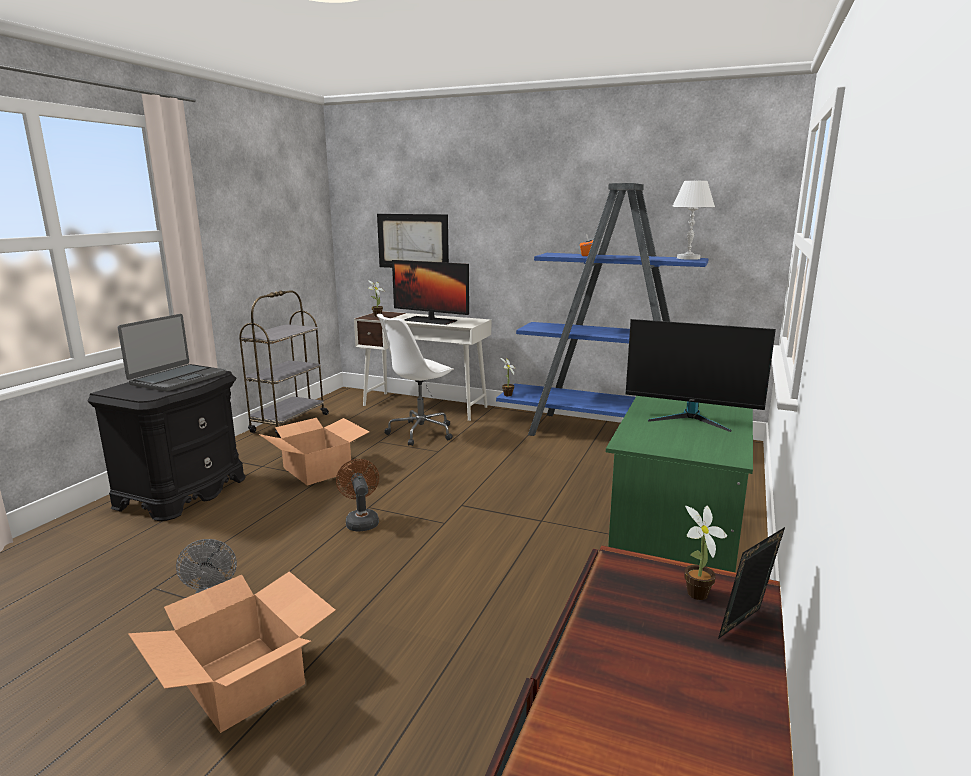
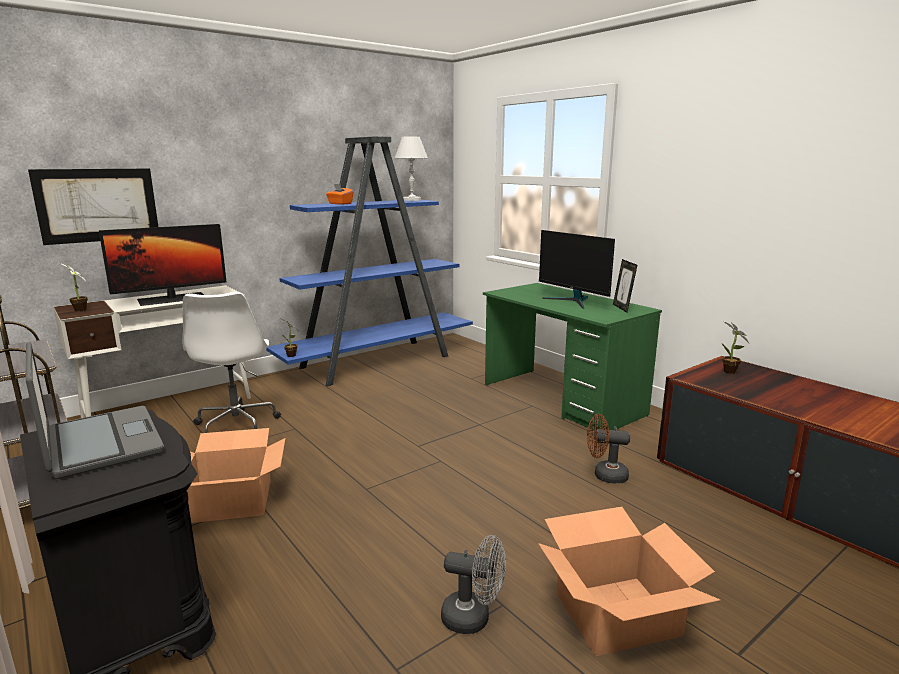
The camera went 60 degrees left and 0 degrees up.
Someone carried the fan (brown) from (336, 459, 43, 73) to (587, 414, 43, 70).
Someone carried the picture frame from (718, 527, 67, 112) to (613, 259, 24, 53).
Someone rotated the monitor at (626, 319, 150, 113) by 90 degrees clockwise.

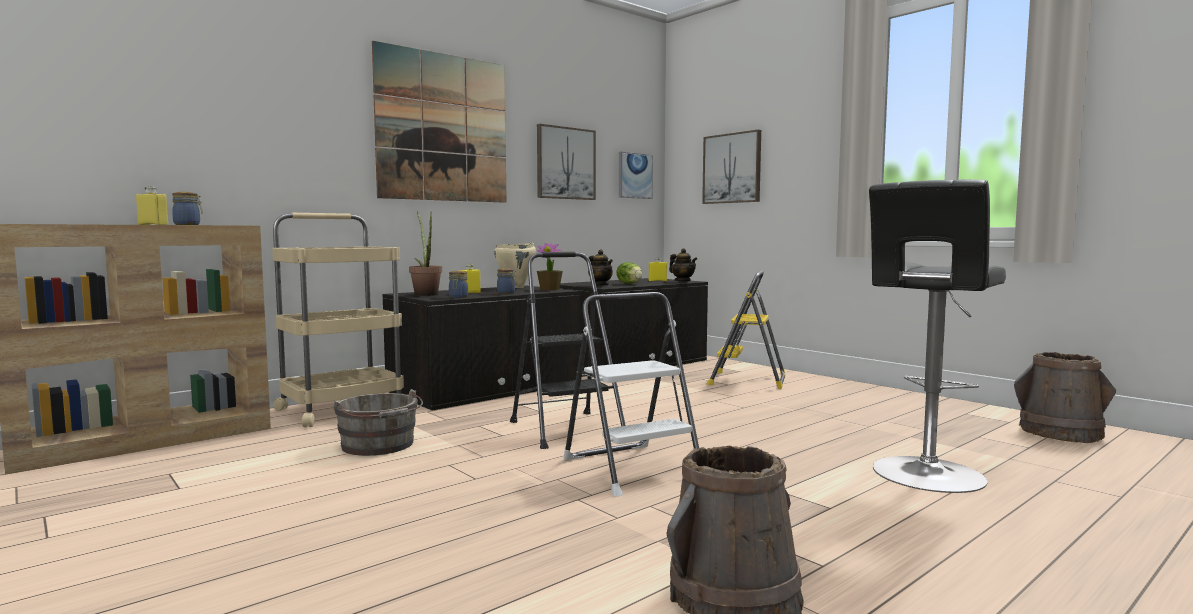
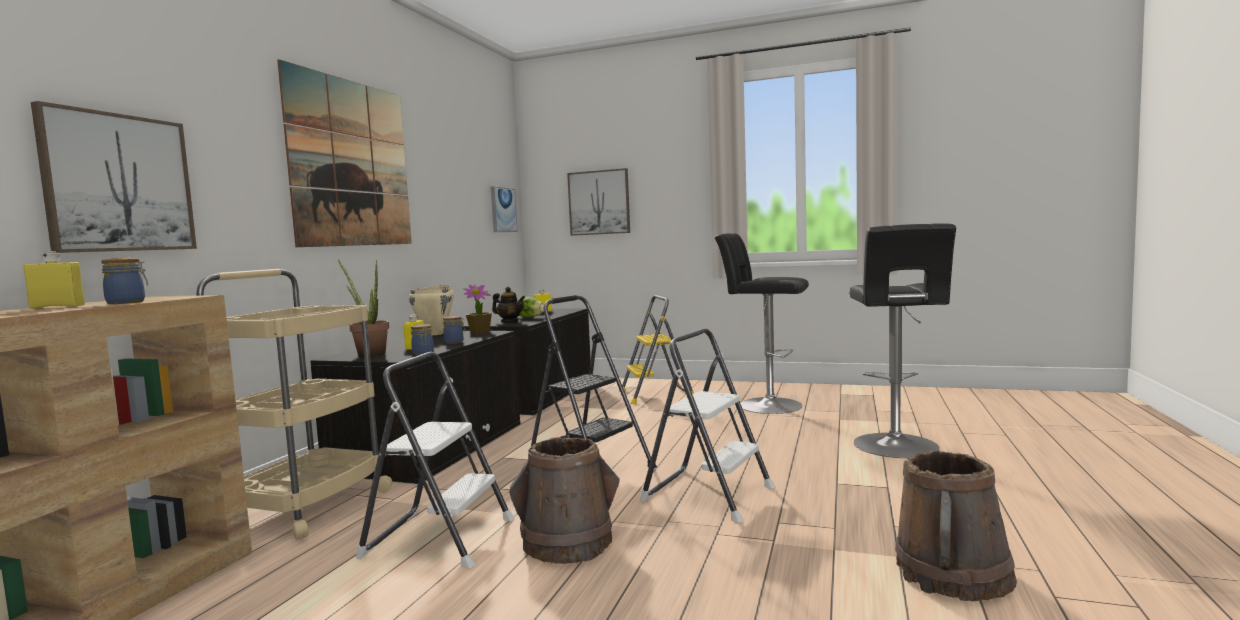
The camera went 30 degrees left and 0 degrees up.
Someone took away the teapot at (669, 248, 28, 34).
Someone put down the stool (black) at (715, 233, 94, 181).
Someone carried the picture from (537, 124, 59, 76) to (31, 101, 166, 152).
Someone carried the bucket (brown) from (1014, 352, 102, 91) to (509, 437, 111, 127).
Someone swapped the bucket (grey) at (334, 389, 89, 67) for the step ladder (white) at (356, 352, 159, 216).

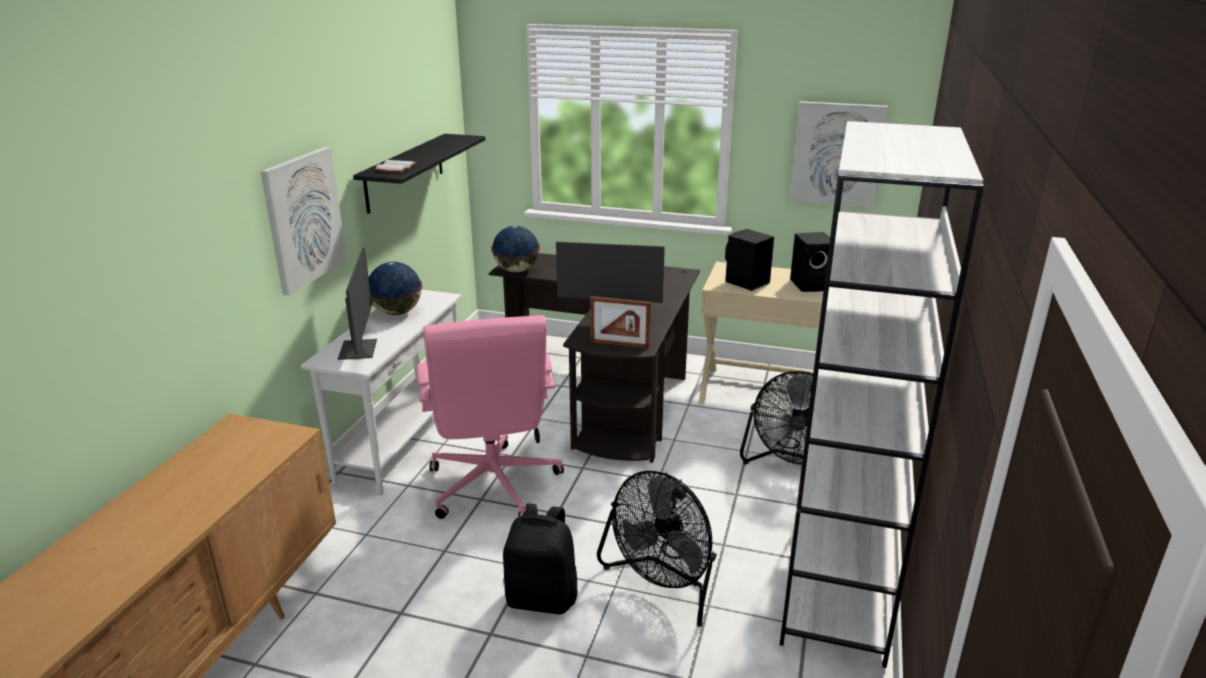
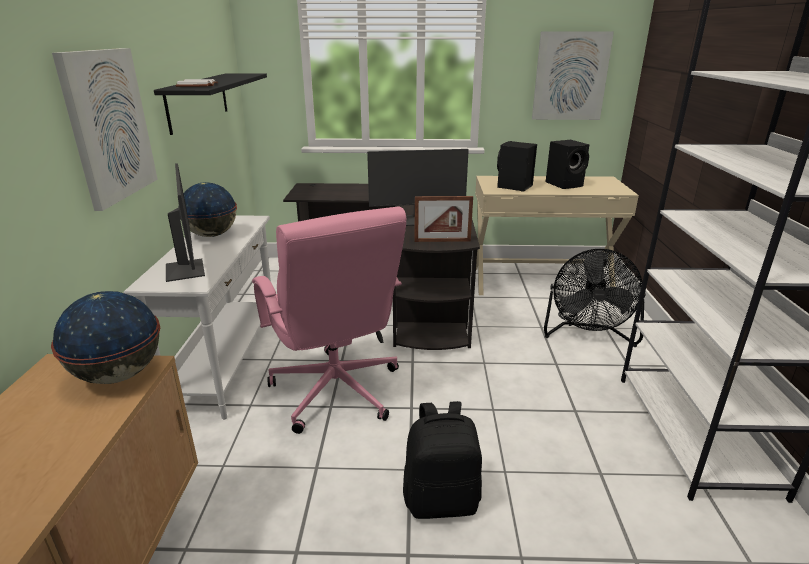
The camera went 15 degrees left and 0 degrees up.
Someone took away the fan (black) at (597, 471, 120, 156).
Someone carried the globe from (491, 226, 49, 46) to (51, 291, 109, 93).

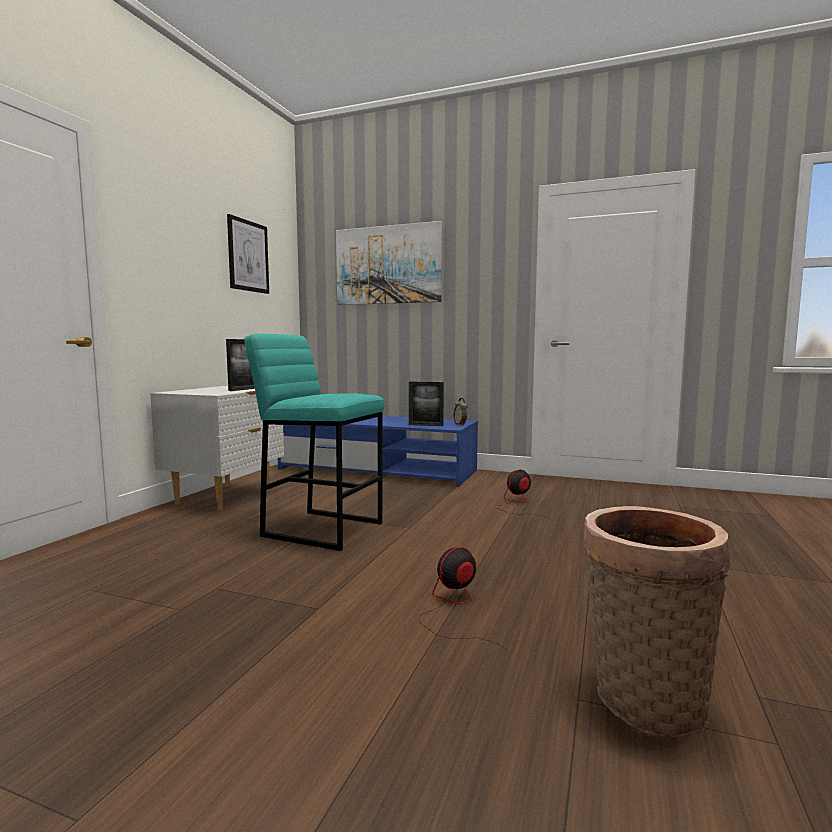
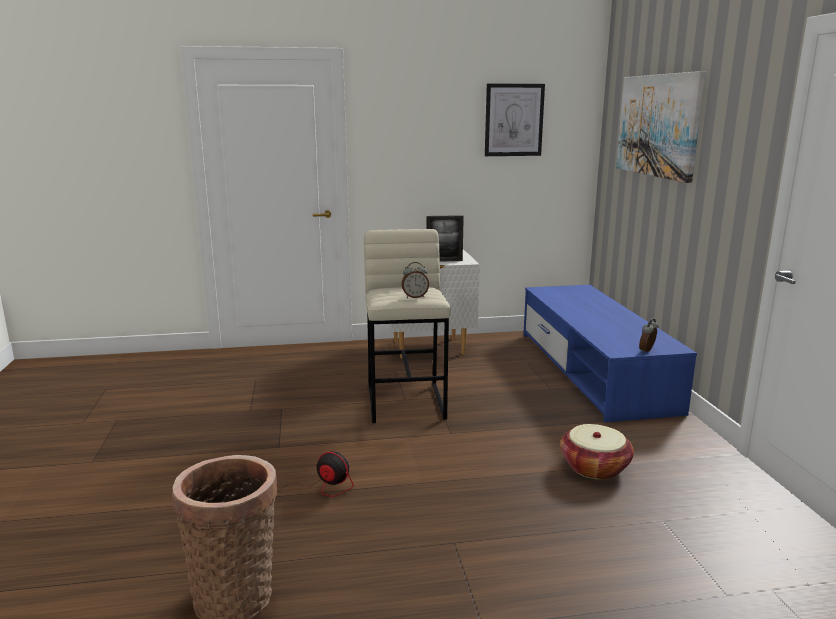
The camera went 60 degrees right and 10 degrees up.
Someone took away the picture frame at (409, 382, 35, 44).
Someone put down the alarm clock at (402, 262, 27, 36).
Someone swapped the fan at (497, 469, 53, 50) for the basket at (560, 424, 74, 55).
Someone repainted the stool (turquoise) at (244, 334, 140, 217), which became the stool (beige) at (364, 229, 87, 194).

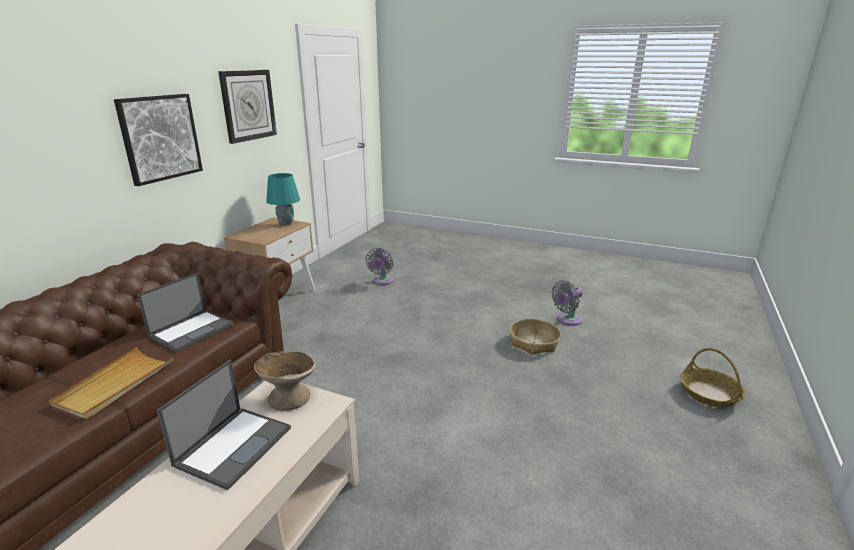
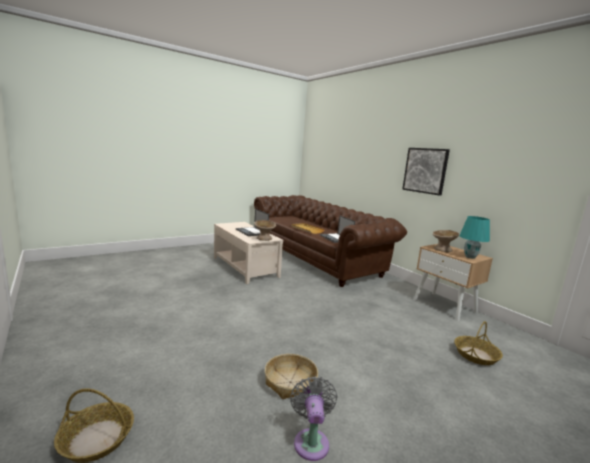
The camera went 120 degrees right and 10 degrees down.
Someone took away the wall clock at (218, 70, 59, 74).
Someone put down the bowl (beige) at (433, 230, 26, 22).
Someone swapped the fan (grey) at (366, 248, 28, 37) for the basket at (454, 321, 49, 44).

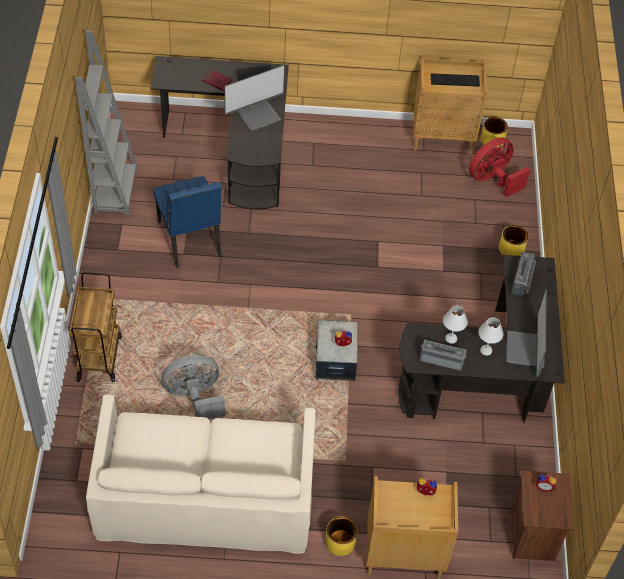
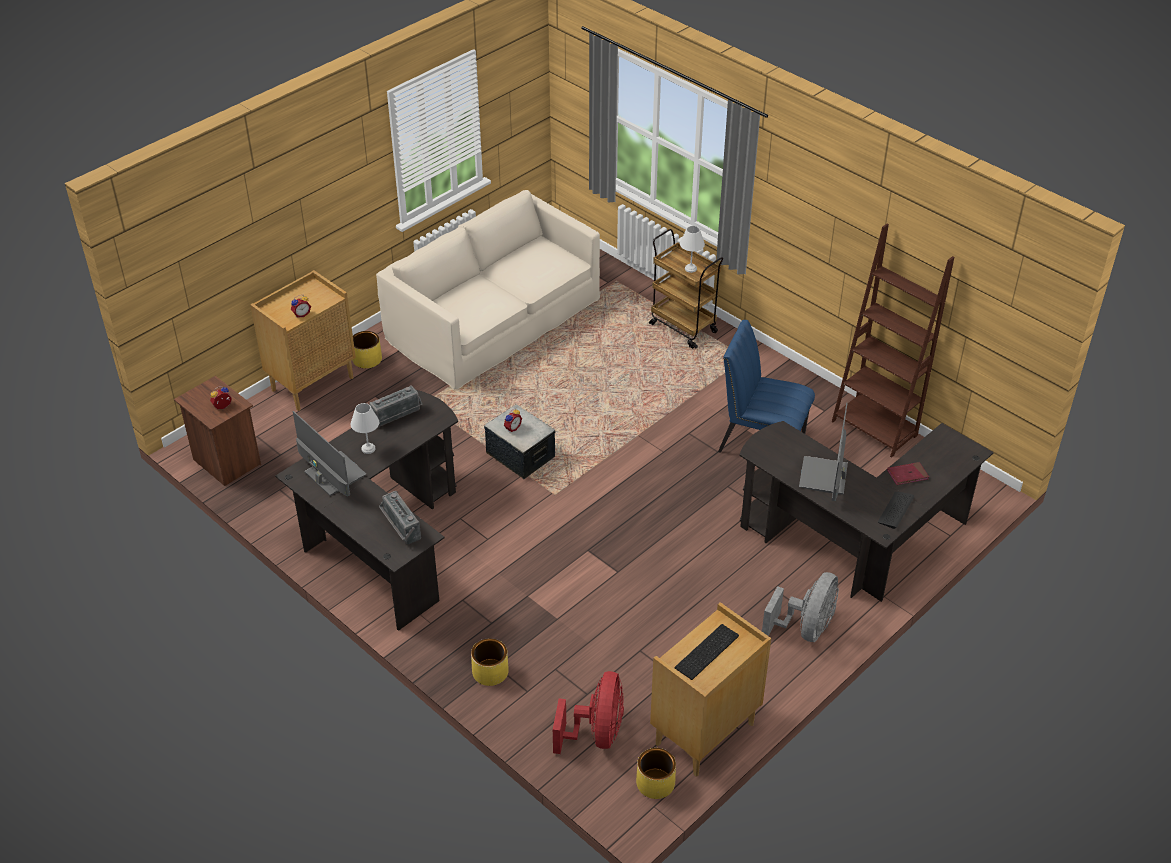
The camera went 135 degrees right and 10 degrees down.
Someone carried the fan (grey) from (161, 355, 64, 64) to (762, 572, 77, 70).
Someone carried the table lamp (white) from (443, 305, 25, 39) to (680, 226, 25, 47).
Someone repainted the bookcase (grey) at (75, 31, 63, 184), which became the bookcase (brown) at (832, 223, 122, 235).

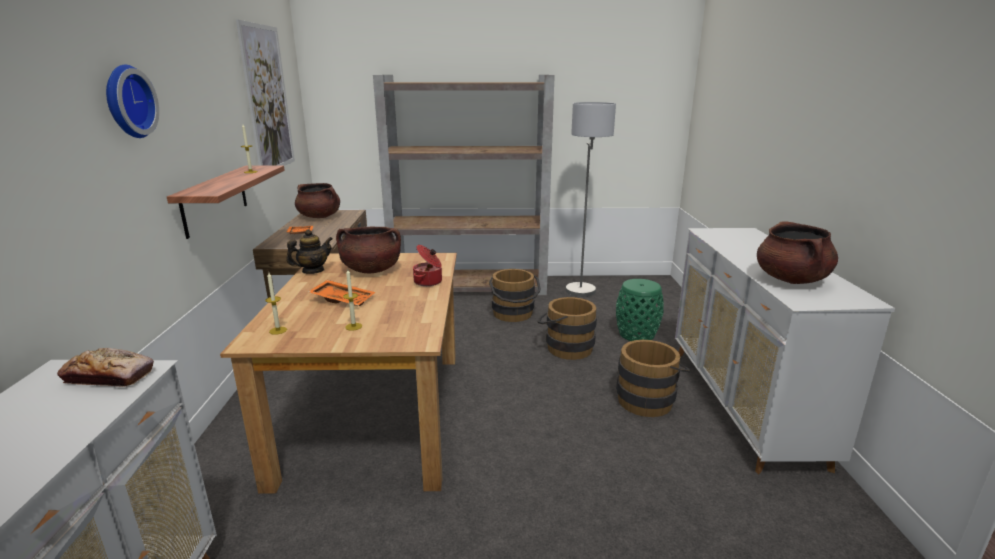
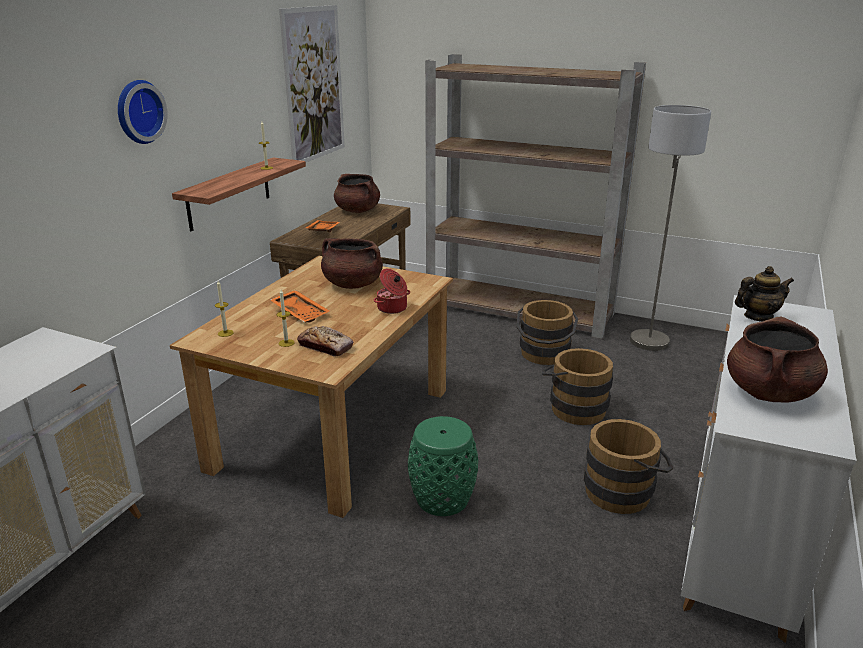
The camera went 25 degrees right and 5 degrees up.
Someone carried the bread from (57, 348, 97, 39) to (297, 326, 56, 30).
Someone carried the teapot from (286, 229, 46, 45) to (735, 266, 59, 55).
Someone carried the stool (green) from (616, 279, 48, 62) to (408, 416, 70, 100).

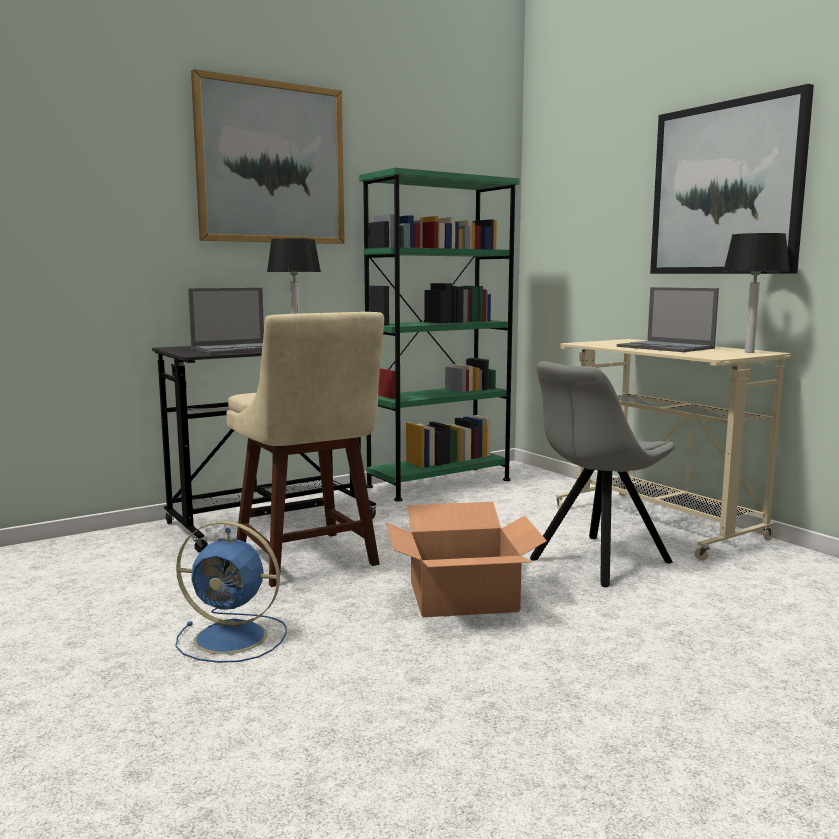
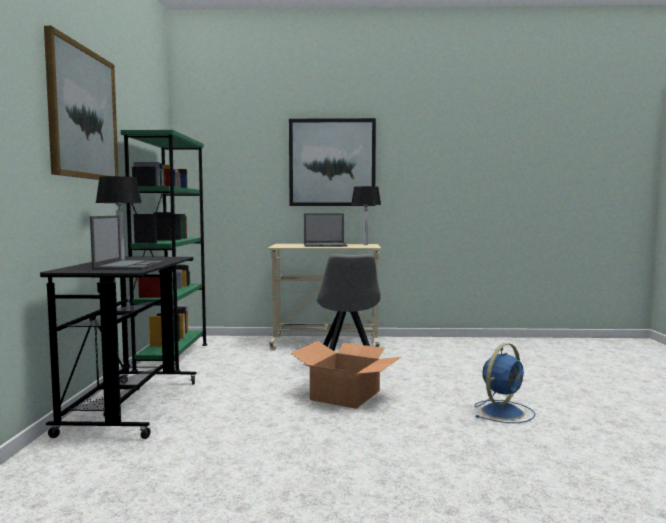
The camera went 55 degrees left and 5 degrees down.
Someone took away the stool (beige) at (226, 312, 158, 275).
Someone carried the fan (blue) from (175, 521, 112, 142) to (474, 343, 61, 80).

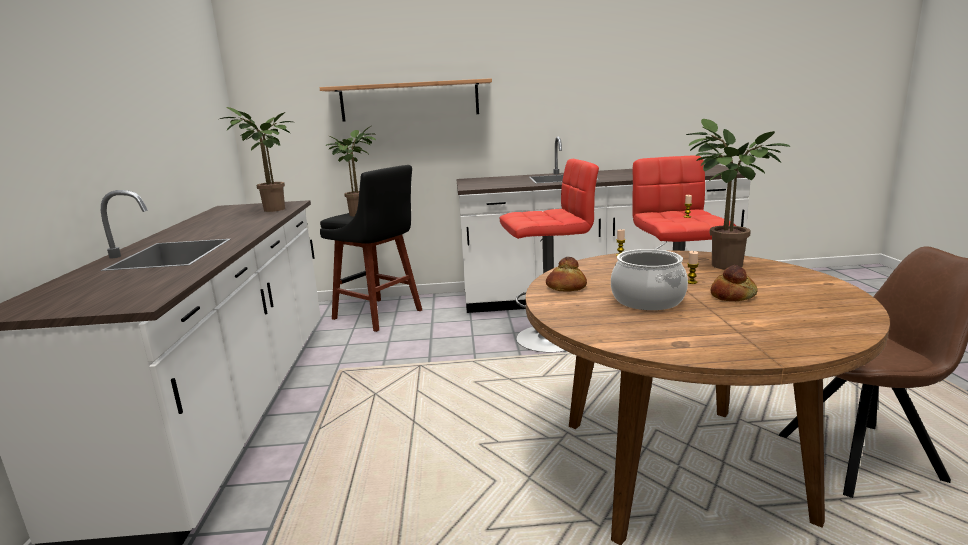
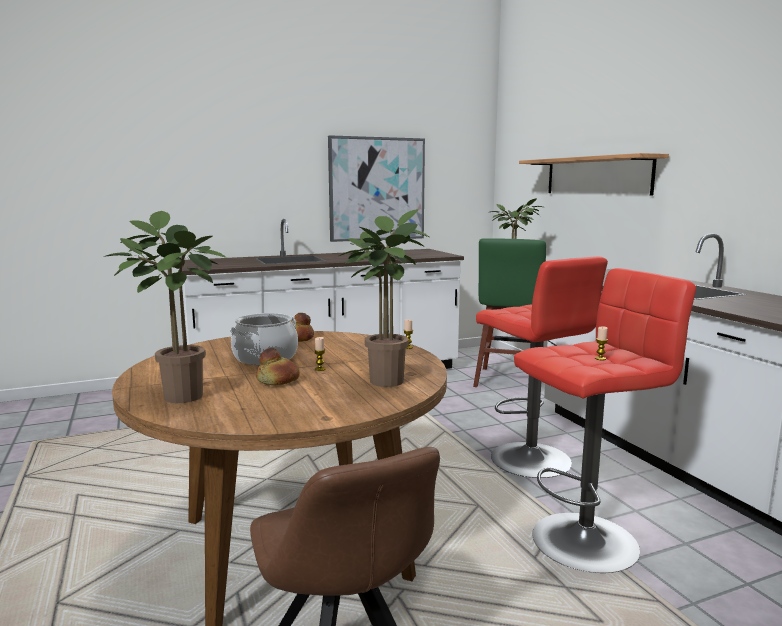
The camera went 70 degrees right and 5 degrees down.
Someone put up the picture at (328, 135, 97, 107).
Someone carried the potted plant from (220, 107, 72, 105) to (103, 211, 124, 192).
Someone repainted the stool (black) at (320, 165, 102, 167), which became the stool (green) at (473, 238, 73, 149).

